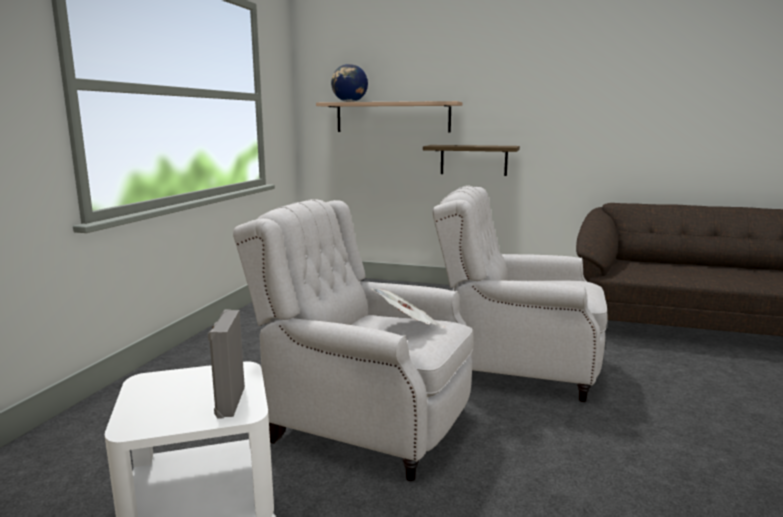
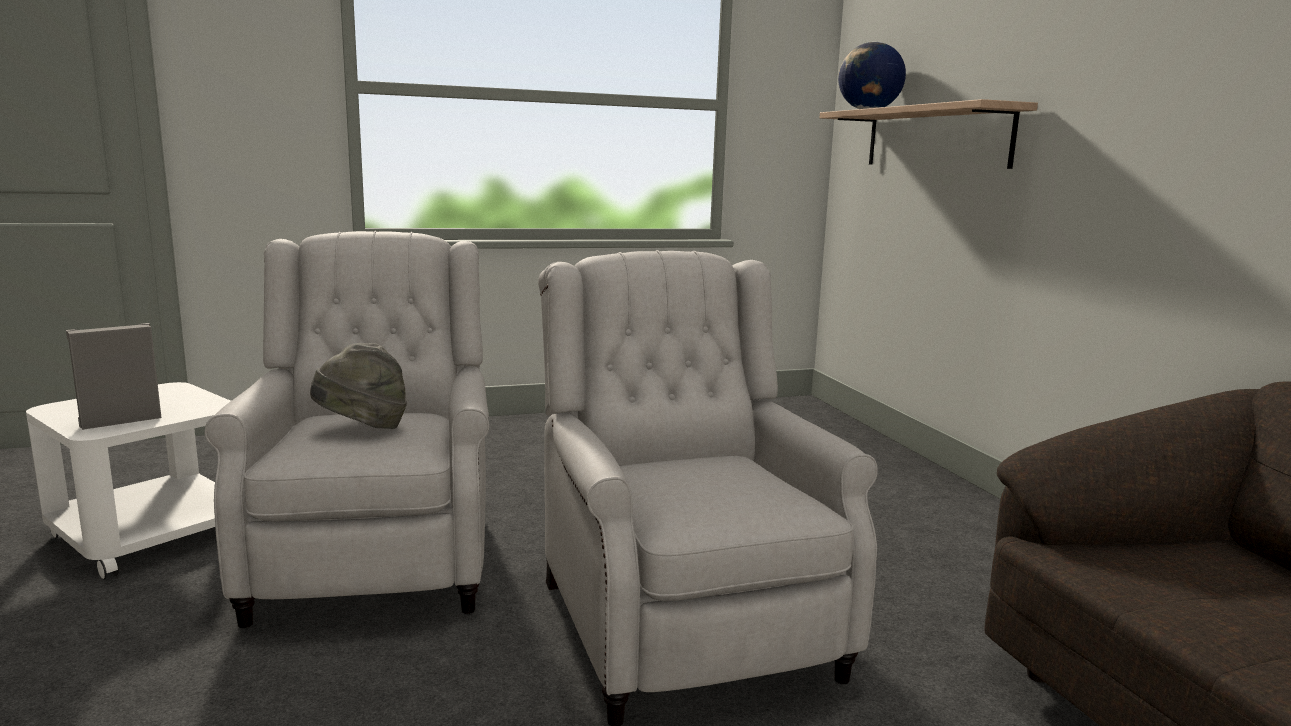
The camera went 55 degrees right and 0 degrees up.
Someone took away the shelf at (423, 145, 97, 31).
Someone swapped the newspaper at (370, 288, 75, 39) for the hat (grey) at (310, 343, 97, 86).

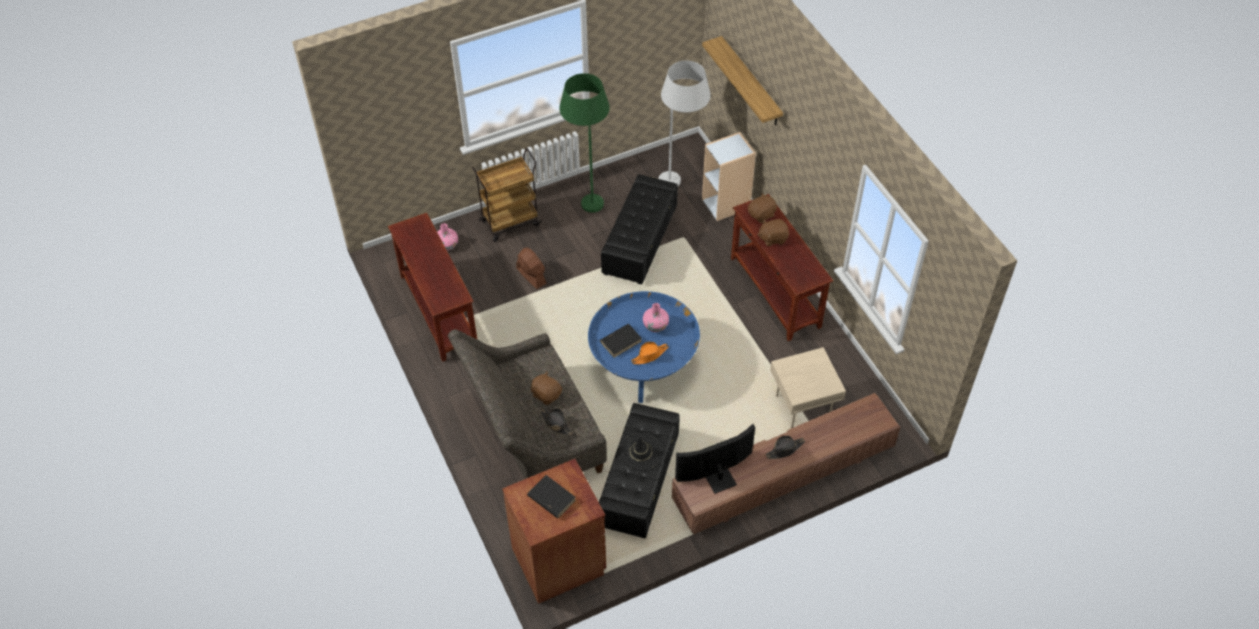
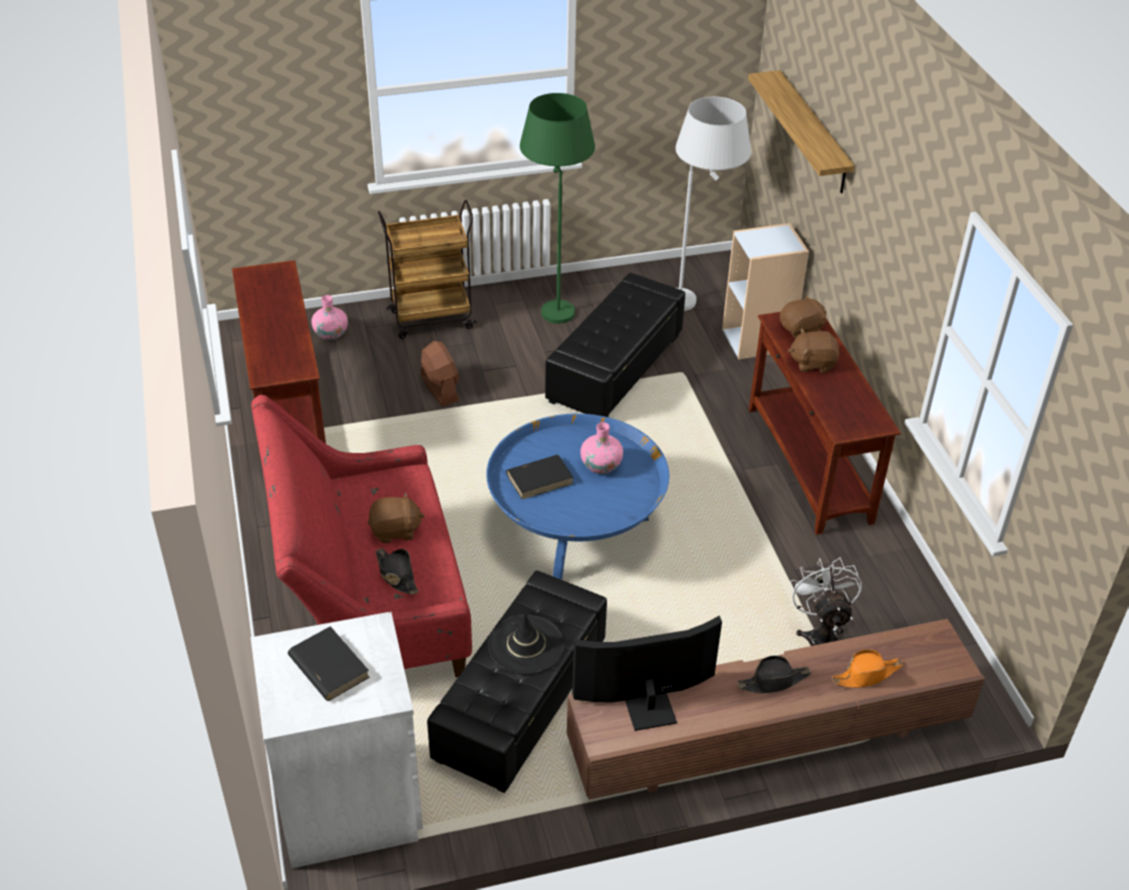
The camera went 10 degrees right and 10 degrees down.
Someone carried the hat (orange) from (631, 342, 38, 22) to (832, 649, 70, 39).
Someone swapped the side table (beige) at (770, 347, 76, 81) for the fan (white) at (790, 557, 72, 89).
Someone repainted the sofa (grey) at (448, 329, 159, 150), which became the sofa (red) at (251, 395, 221, 283).
Someone repainted the dresser (brown) at (502, 459, 104, 145), which became the dresser (white) at (251, 612, 172, 257).
Someone rotated the plush toy (brown) at (530, 372, 32, 33) by 120 degrees clockwise.

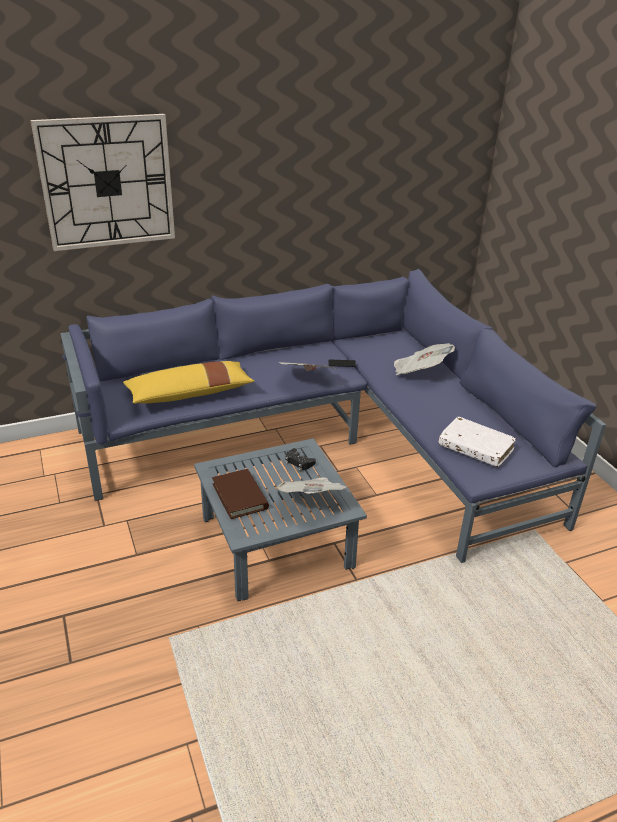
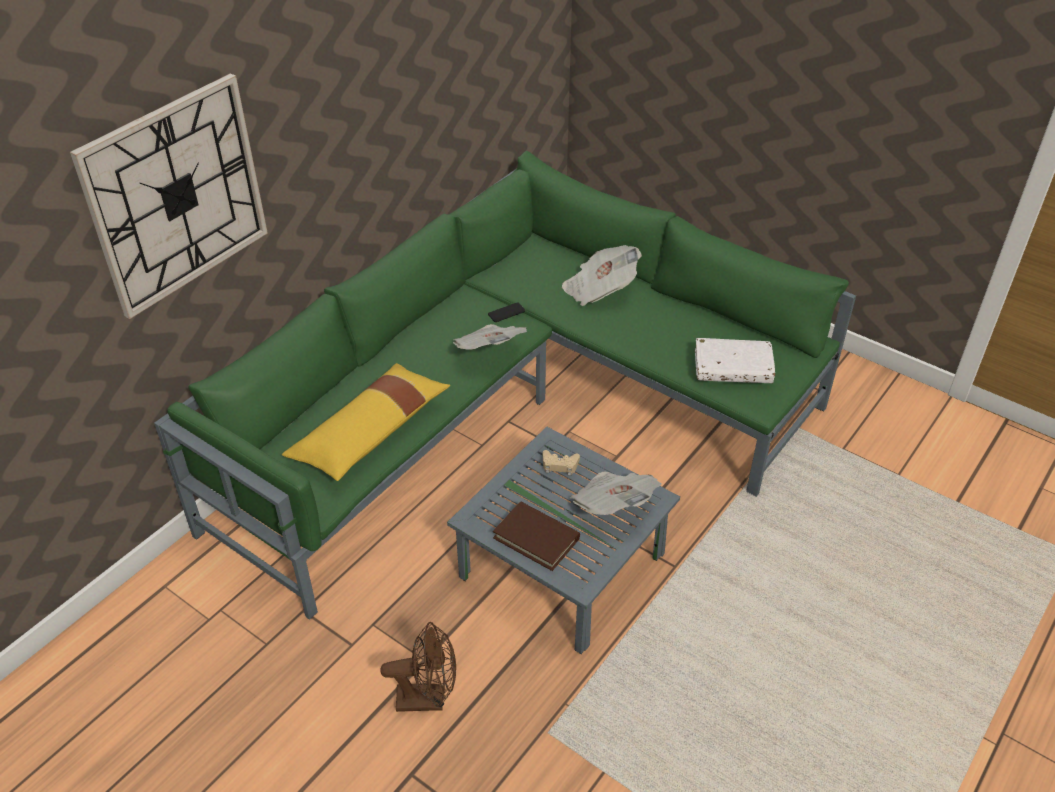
The camera went 30 degrees left and 10 degrees up.
Someone put down the fan (brown) at (380, 622, 76, 90).
Someone repainted the sofa (blue) at (60, 269, 546, 332), which became the sofa (green) at (154, 151, 702, 503).
Someone repainted the game controller (black) at (285, 448, 31, 23), which became the game controller (beige) at (543, 450, 37, 26).

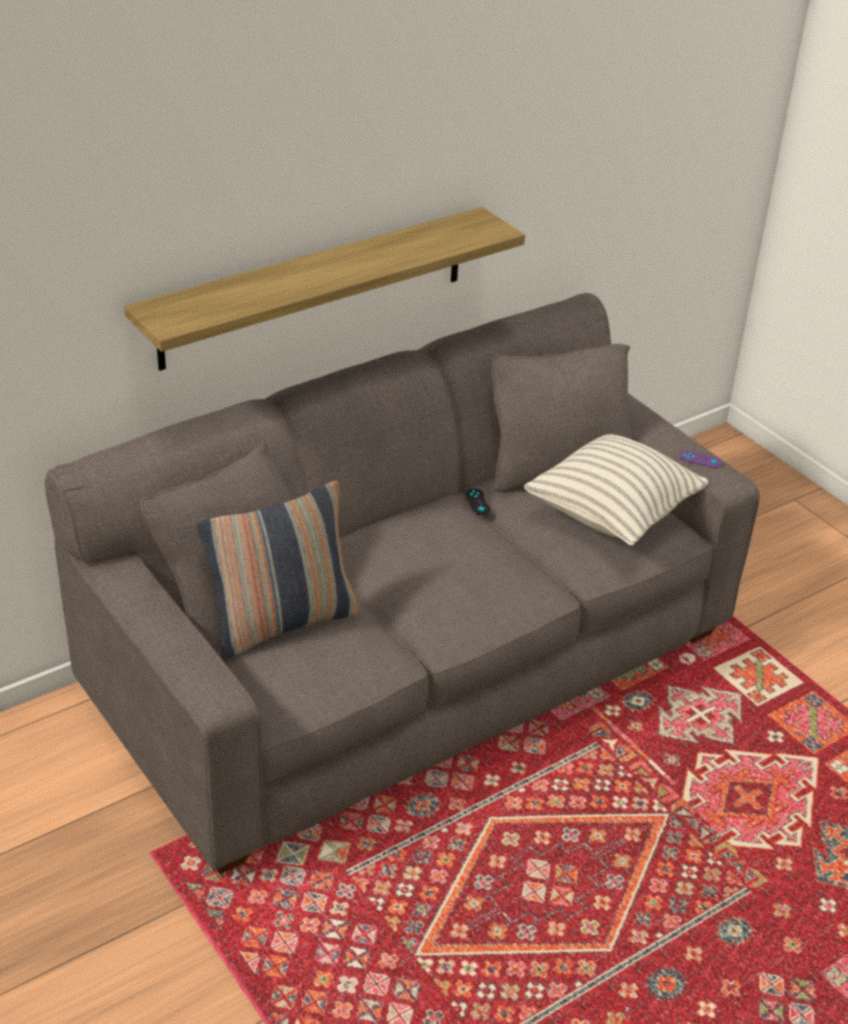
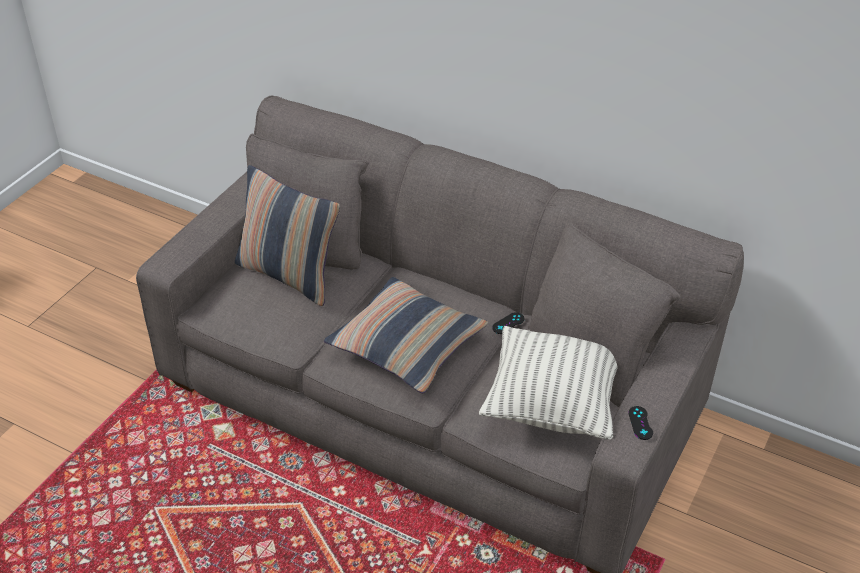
The camera went 65 degrees right and 5 degrees up.
Someone took away the shelf at (124, 207, 401, 164).
Someone put down the pillow at (324, 277, 164, 116).
Someone repainted the game controller (purple) at (679, 450, 43, 18), which became the game controller (black) at (628, 406, 25, 34).

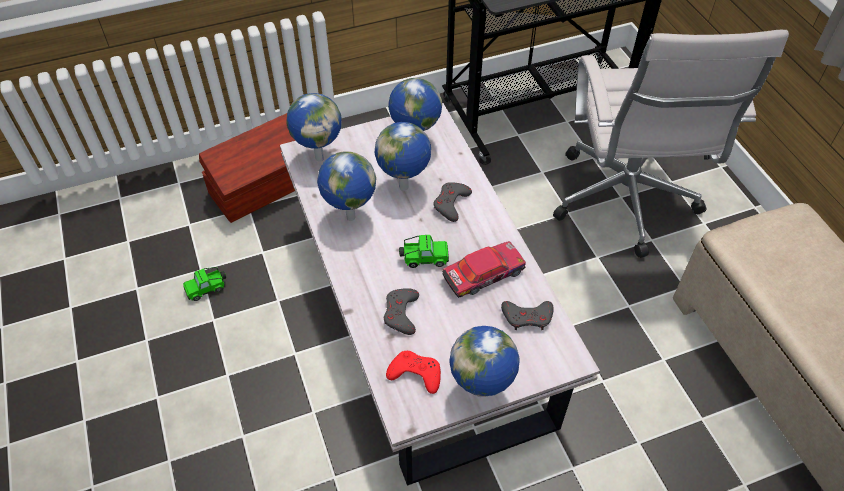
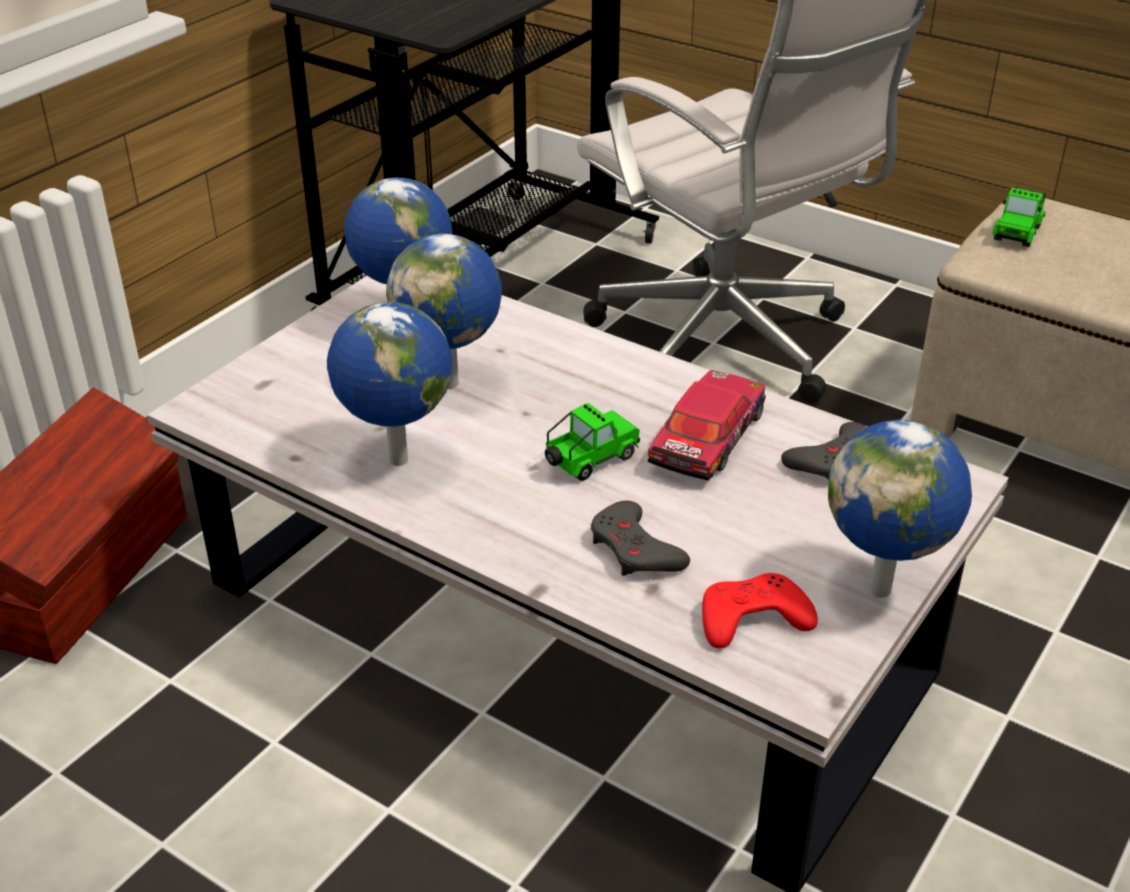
The camera went 35 degrees left and 15 degrees down.
Someone took away the globe at (286, 93, 56, 68).
Someone took away the game controller (grey) at (434, 182, 38, 40).
Someone carried the toy car from (183, 267, 43, 34) to (992, 186, 54, 61).

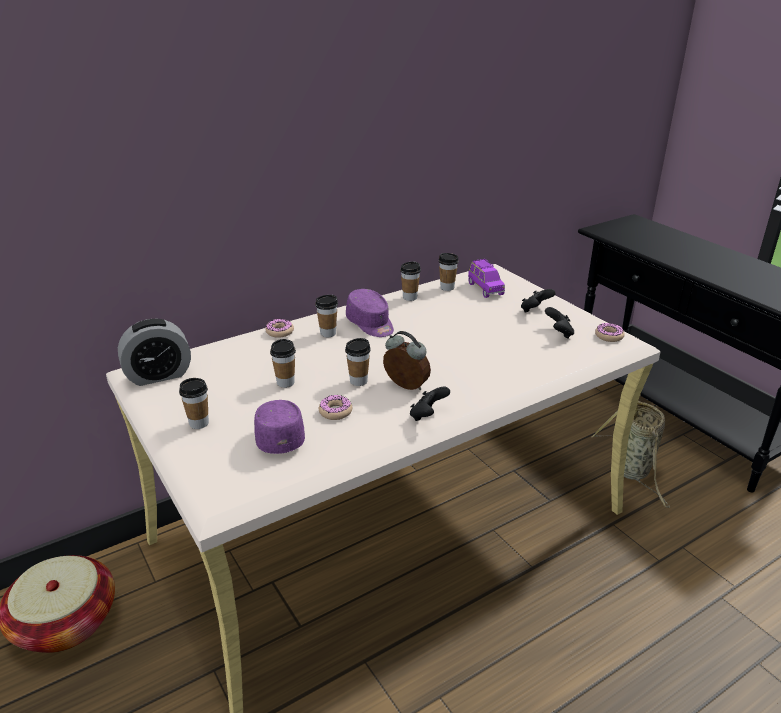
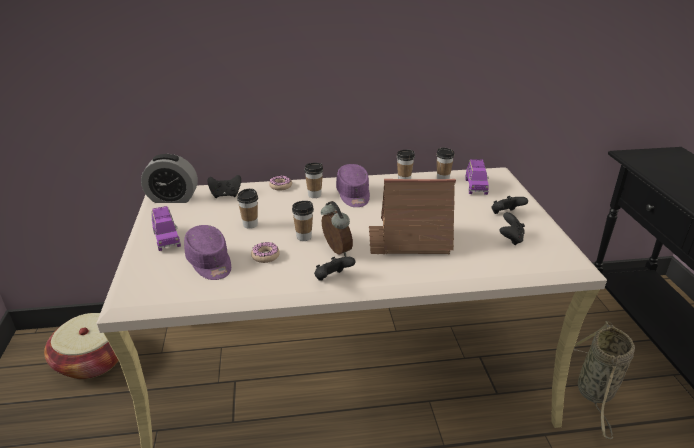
The camera went 25 degrees right and 0 degrees up.
Someone took away the donut at (595, 323, 30, 19).
Someone put down the game controller (black) at (208, 175, 33, 23).
Someone put down the toy house at (369, 179, 87, 75).
Someone swapped the cup at (179, 378, 30, 51) for the toy car (purple) at (152, 206, 29, 45).
Someone rotated the cap (purple) at (254, 400, 51, 54) by 135 degrees clockwise.

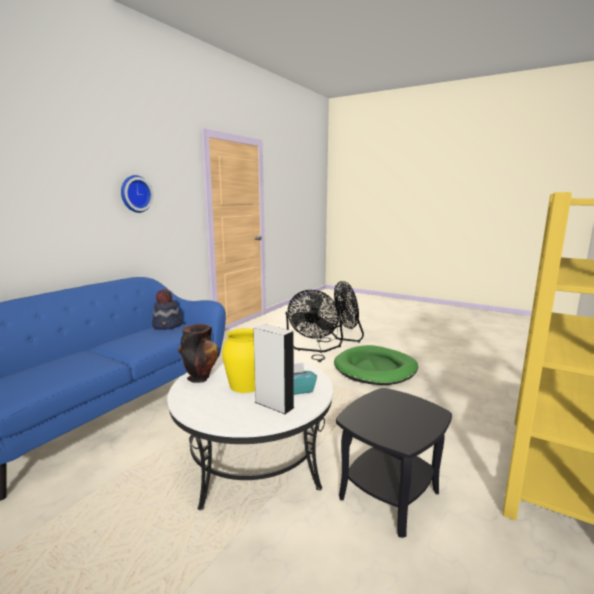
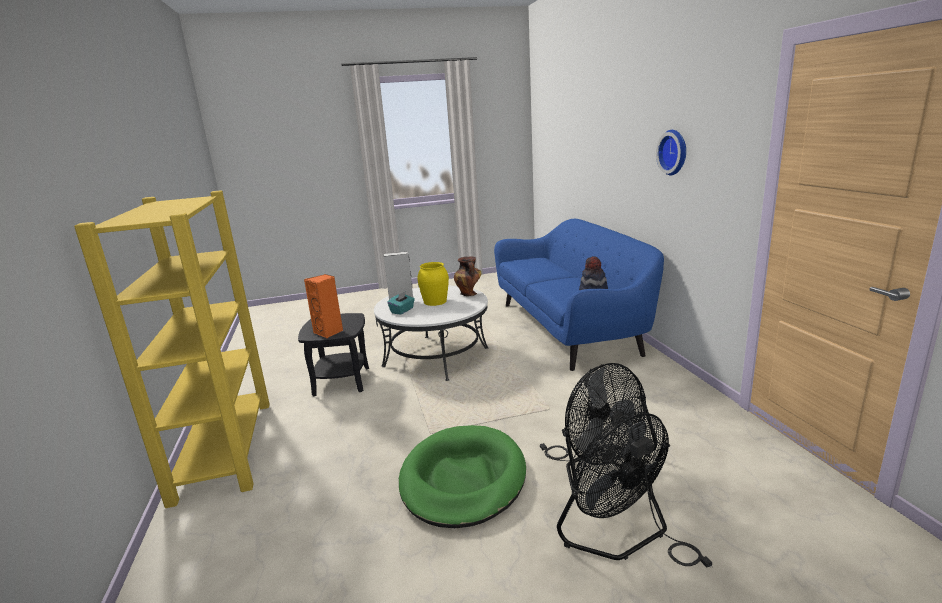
The camera went 135 degrees right and 5 degrees up.
Someone put down the speaker (orange) at (304, 274, 39, 64).
Someone rotated the fan (black) at (316, 281, 48, 62) by 120 degrees clockwise.

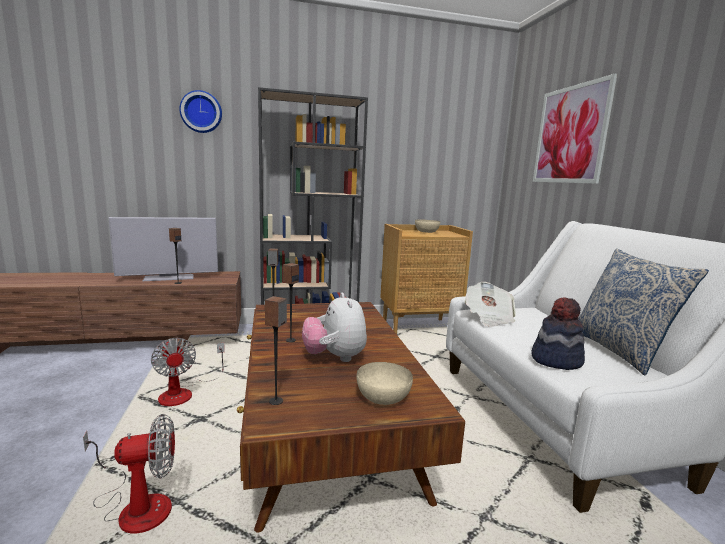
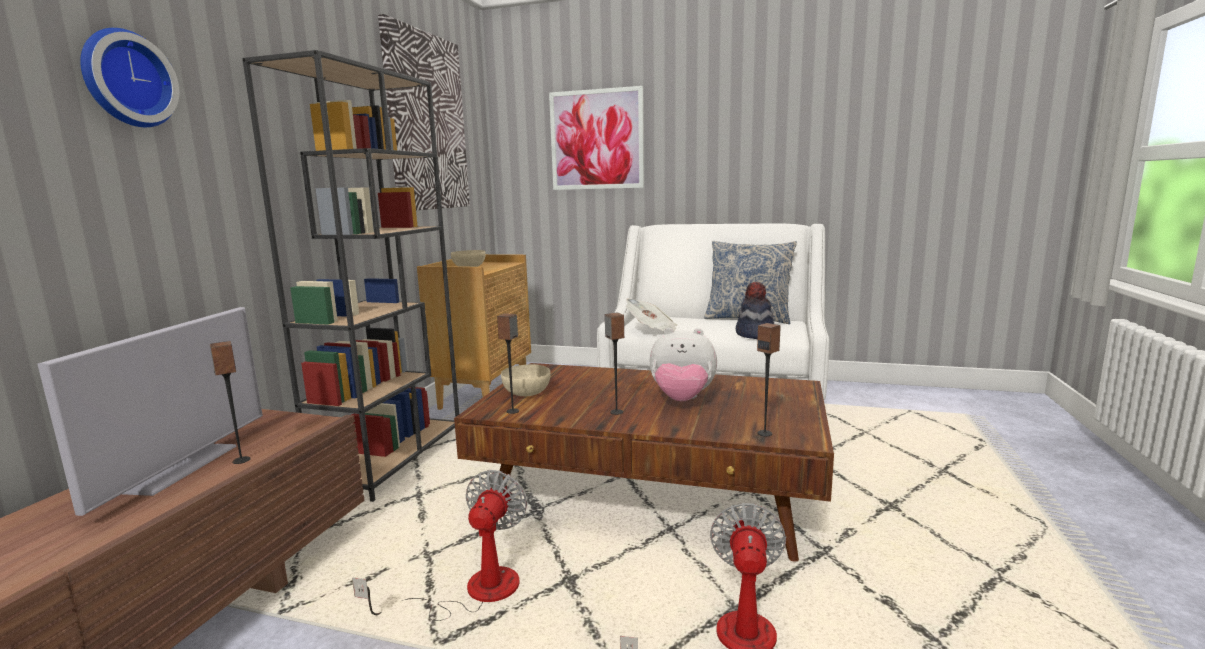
The camera went 60 degrees left and 0 degrees up.
Someone put up the picture at (378, 14, 92, 196).
Someone carried the bowl (beige) from (357, 362, 56, 43) to (501, 364, 50, 32).
Someone rotated the fan at (151, 338, 74, 68) by 75 degrees counterclockwise.

